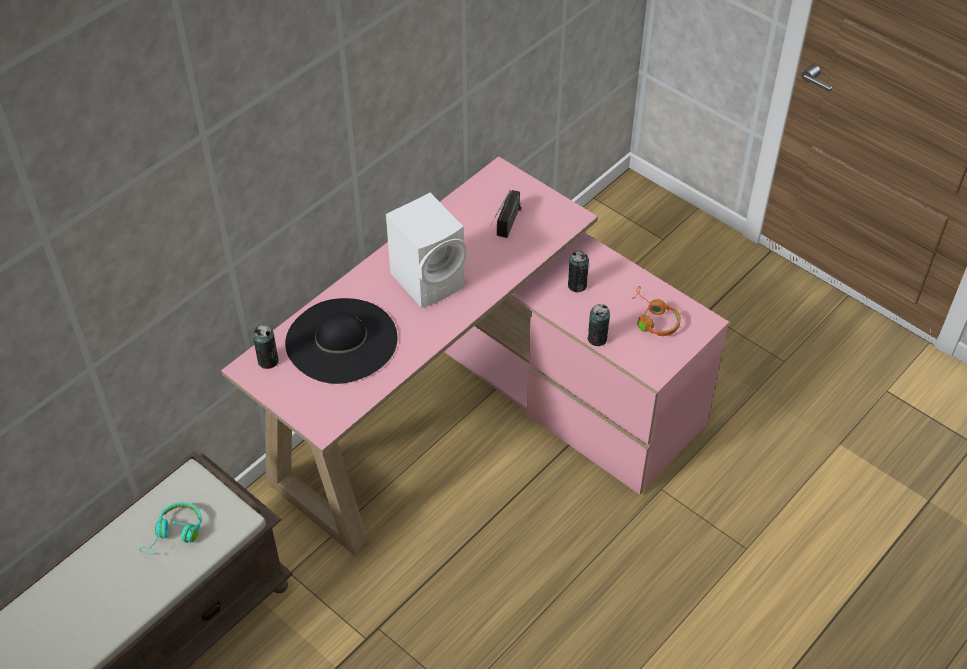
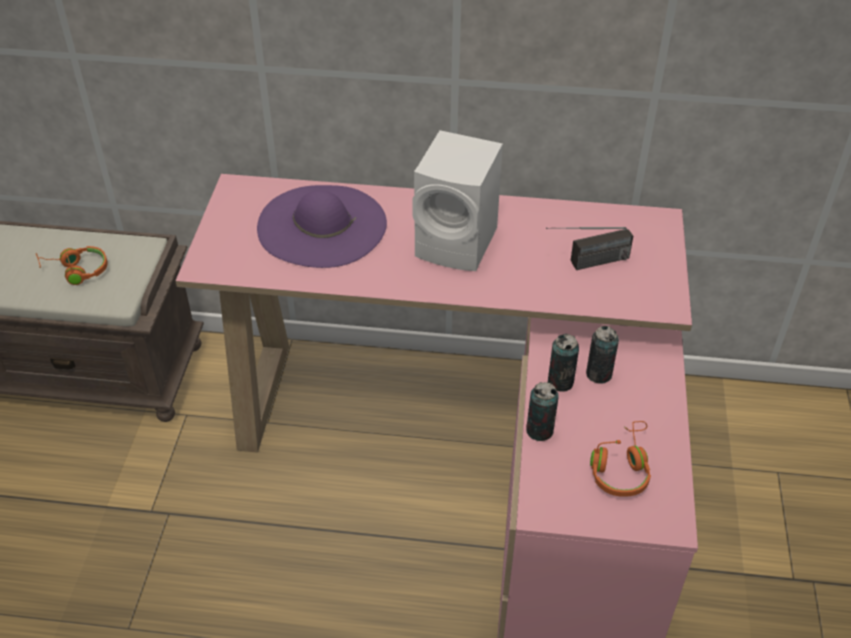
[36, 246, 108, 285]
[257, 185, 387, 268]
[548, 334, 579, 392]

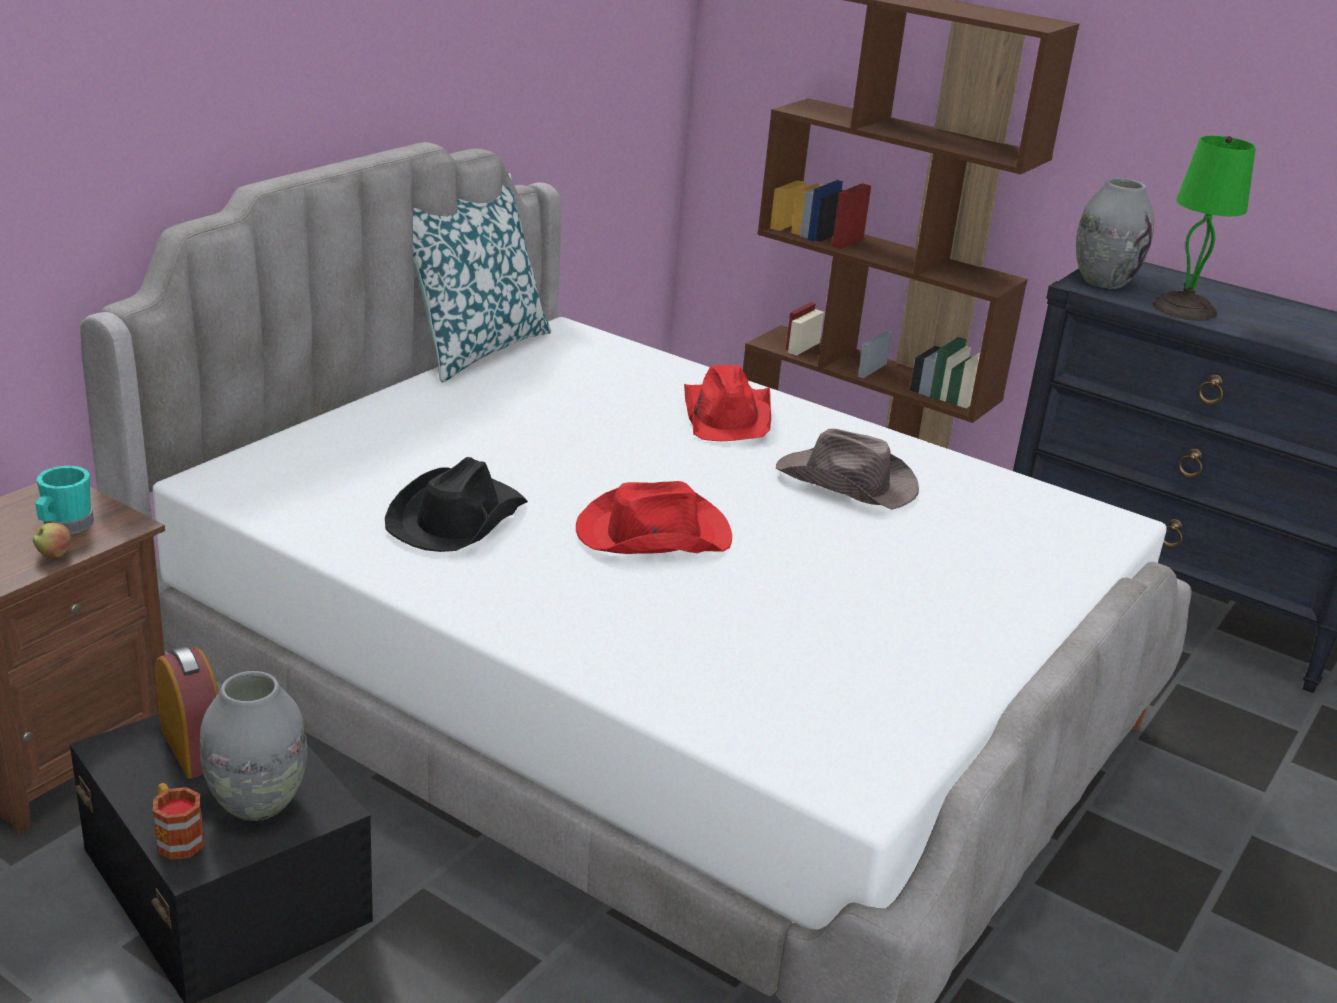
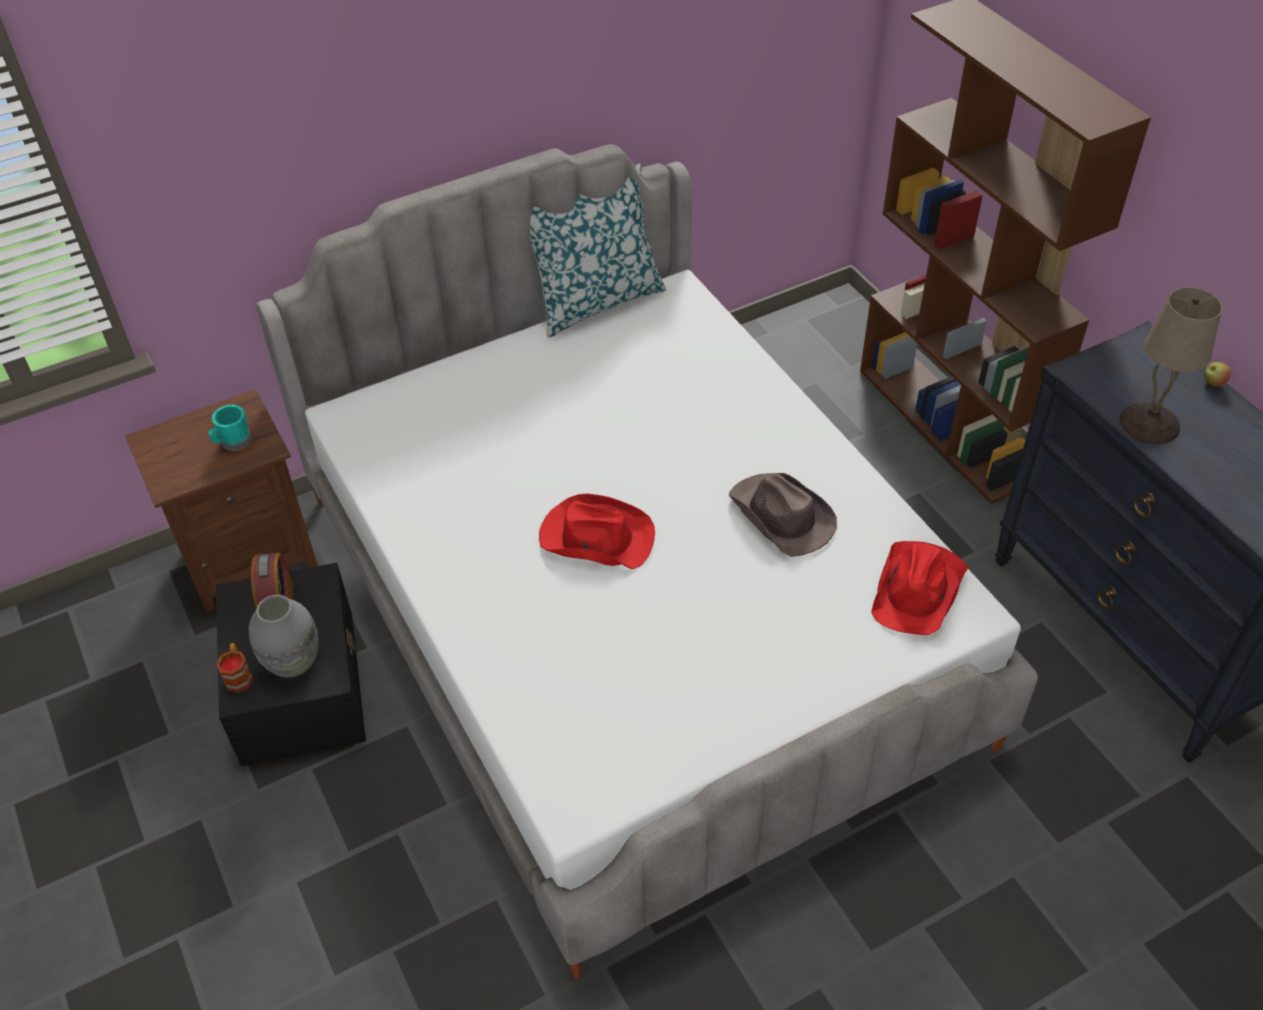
[871, 541, 968, 635]
[1120, 287, 1222, 445]
[1204, 362, 1231, 387]
[385, 457, 528, 552] (first image)
[1076, 178, 1155, 288] (first image)

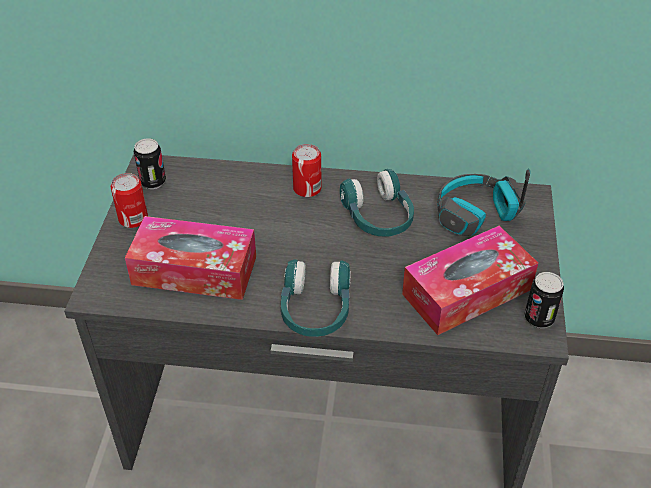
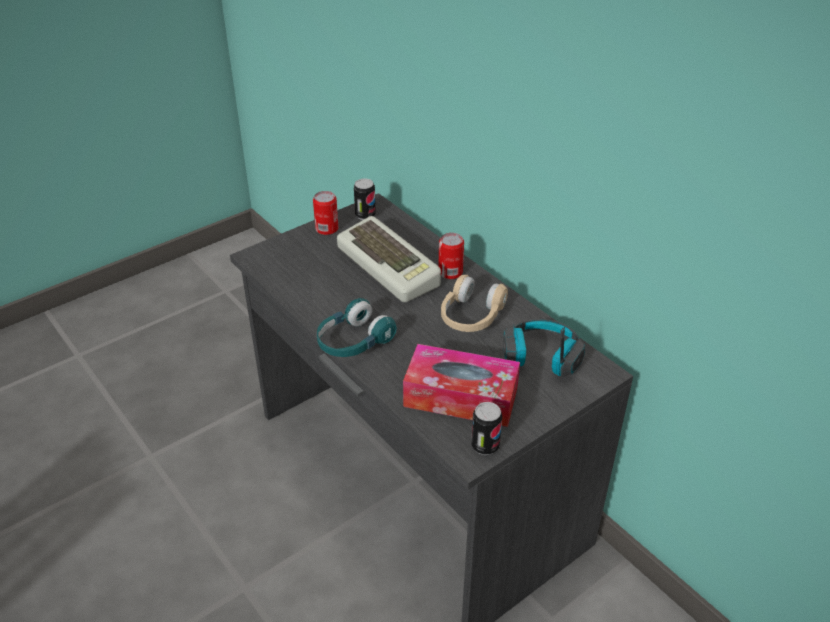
[337, 216, 441, 302]
[441, 275, 508, 332]
[125, 216, 256, 300] (first image)

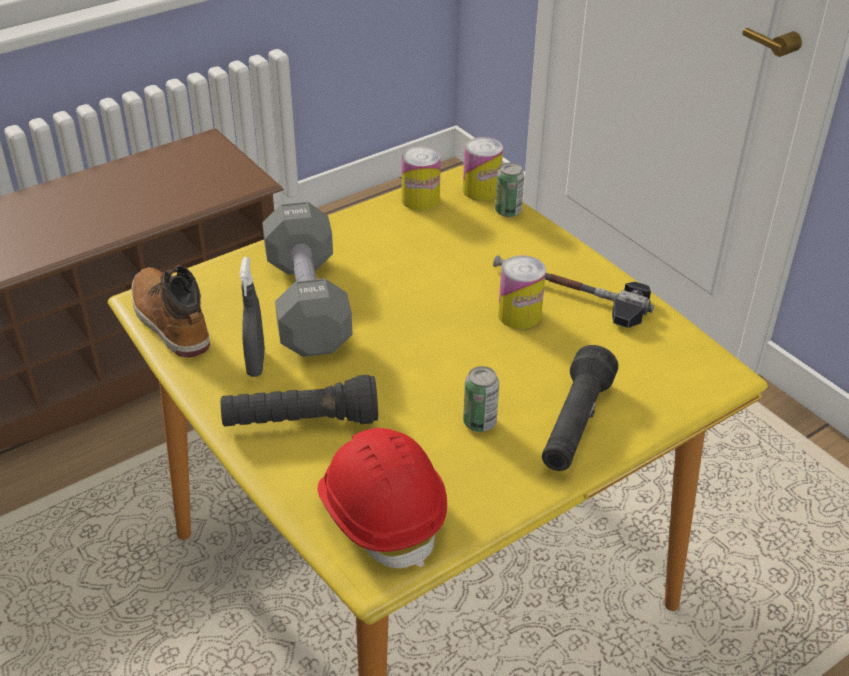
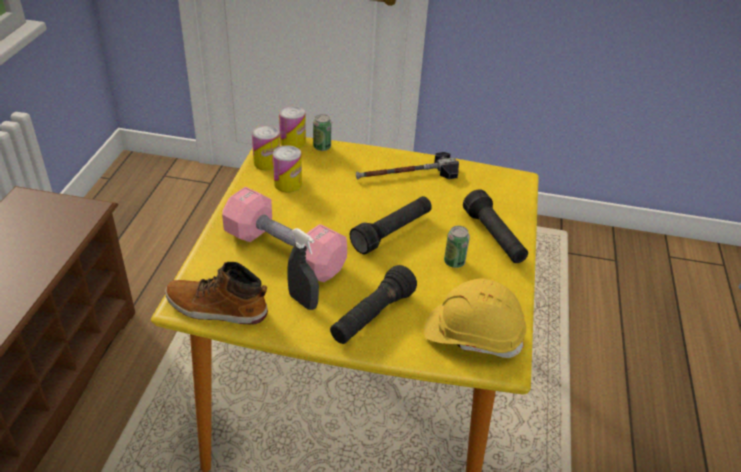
[222, 187, 347, 282]
[273, 145, 302, 192]
[350, 196, 432, 254]
[424, 278, 526, 358]

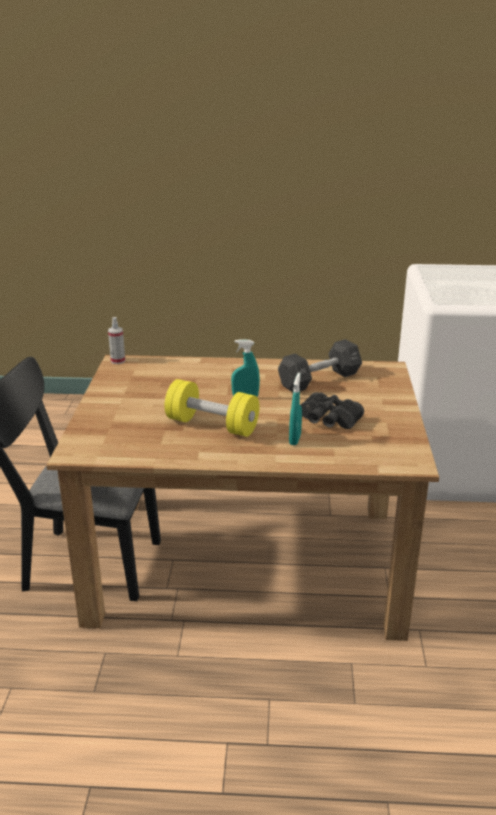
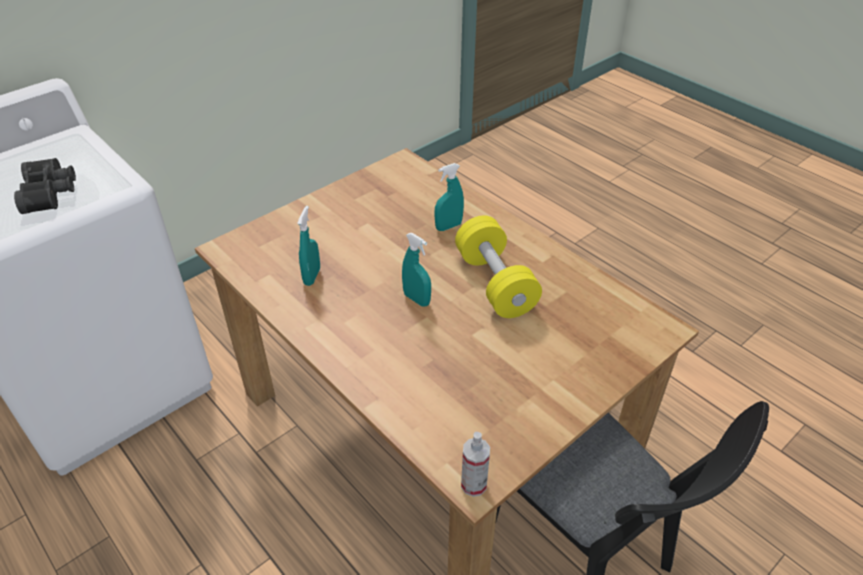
[14, 158, 76, 214]
[297, 206, 320, 286]

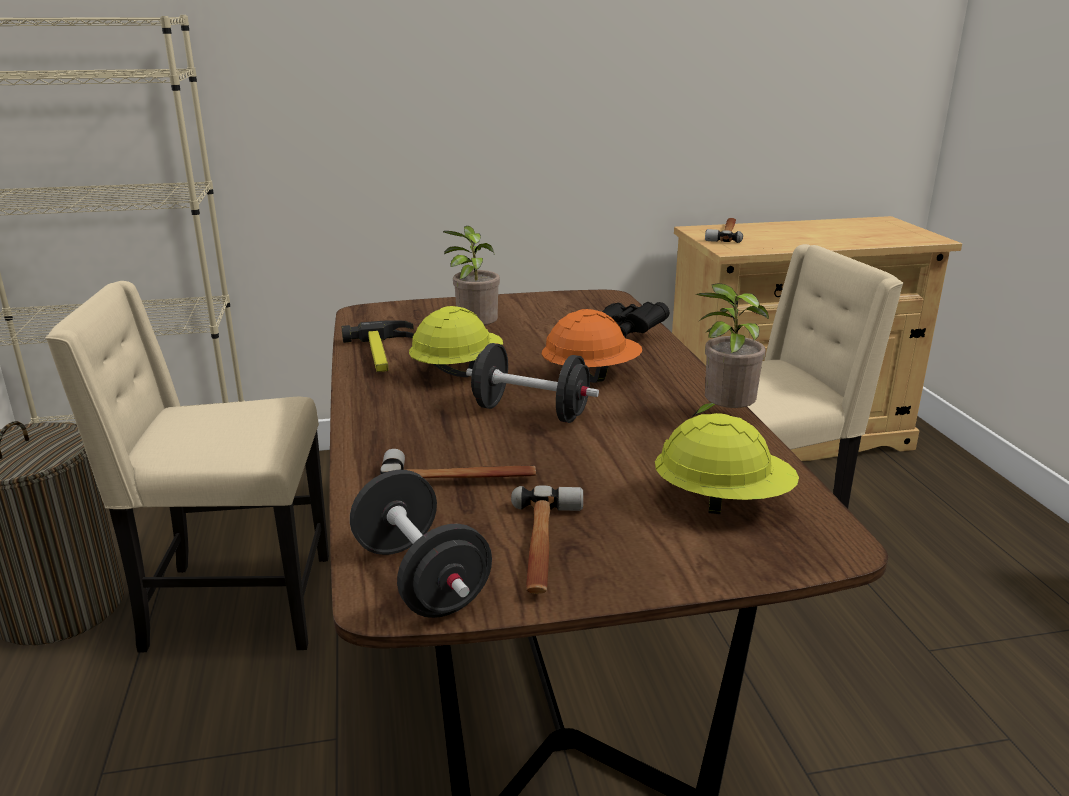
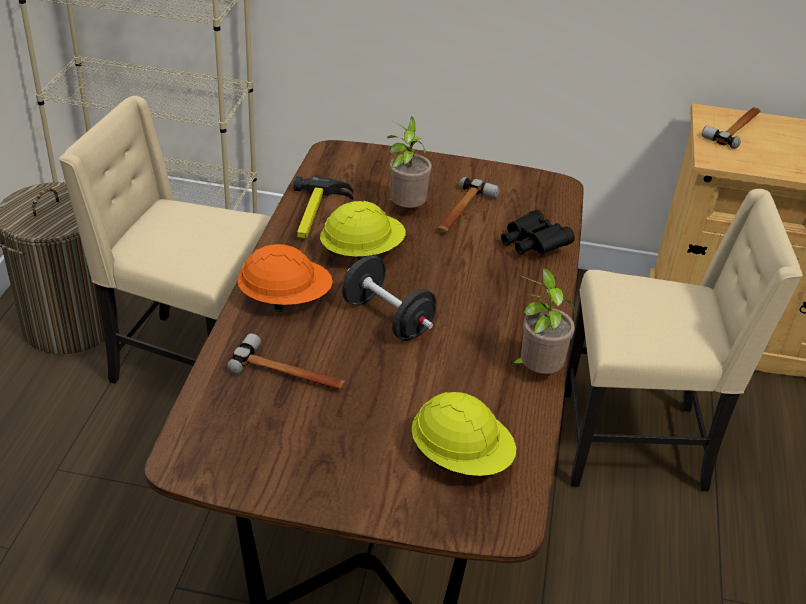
[237, 244, 333, 312]
[438, 177, 500, 232]
[350, 470, 492, 618] (first image)

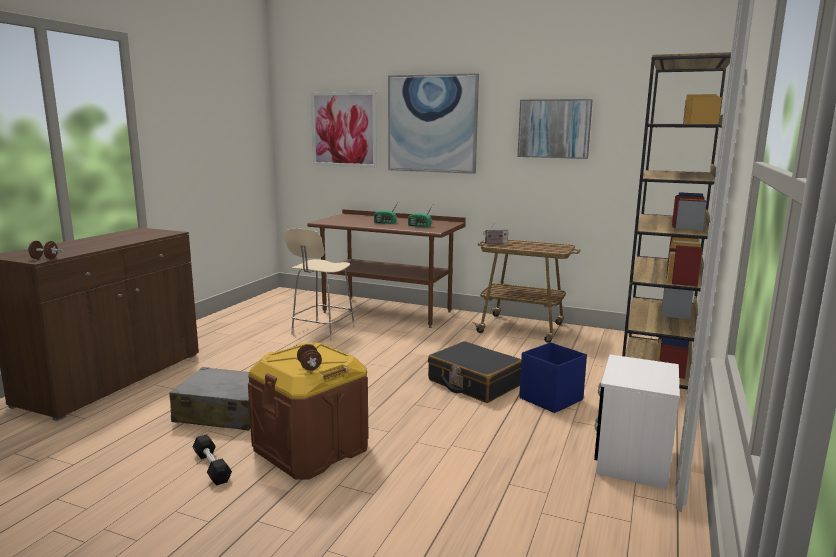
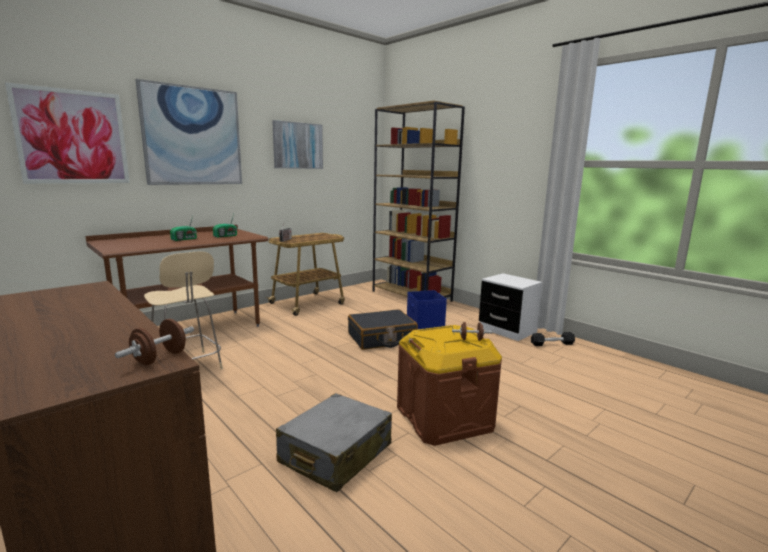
[531, 332, 575, 346]

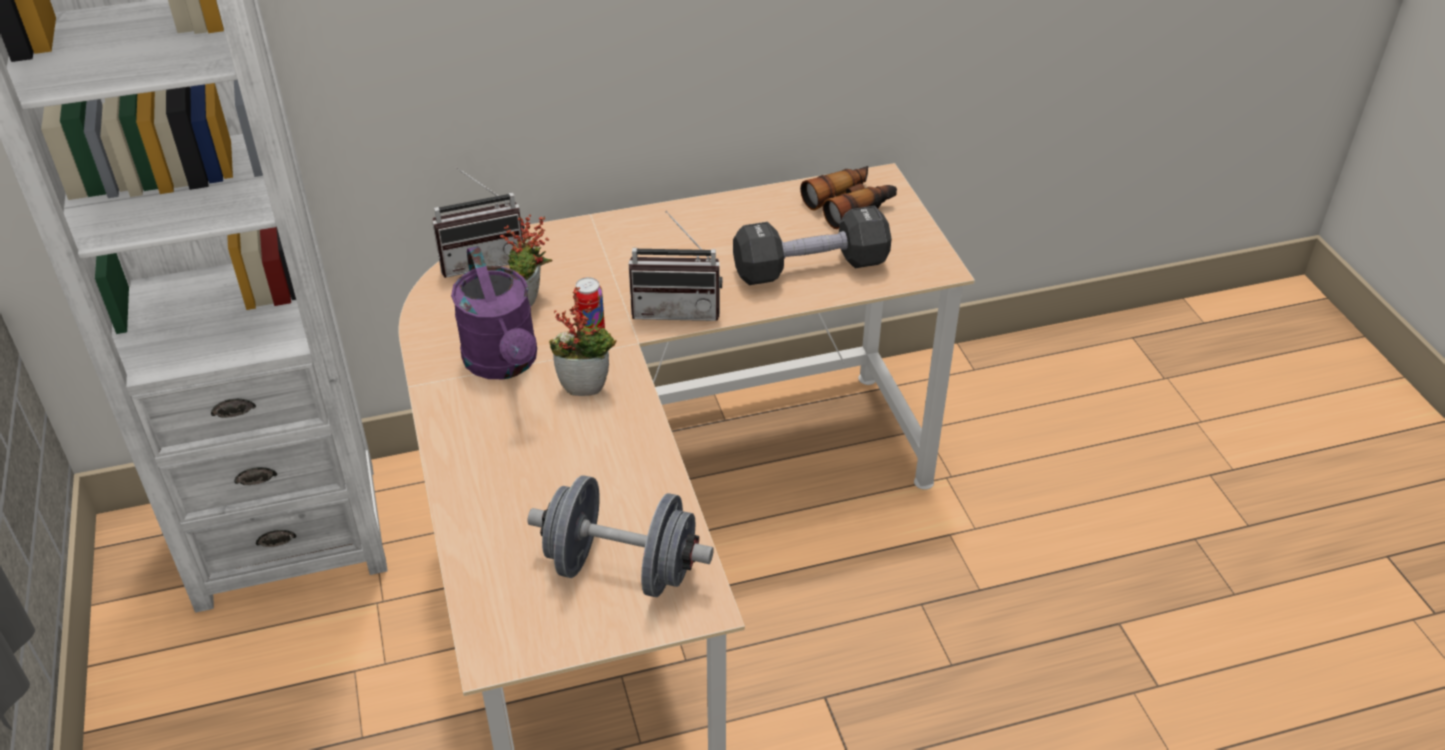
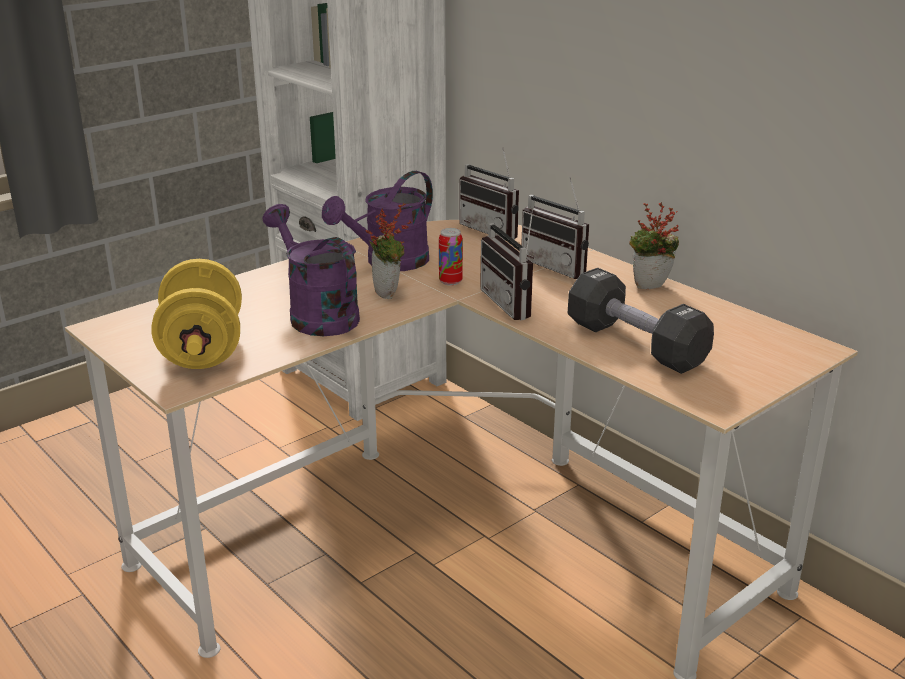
[151, 259, 242, 369]
[263, 204, 360, 336]
[521, 177, 589, 279]
[629, 202, 679, 289]
[800, 166, 897, 229] (first image)

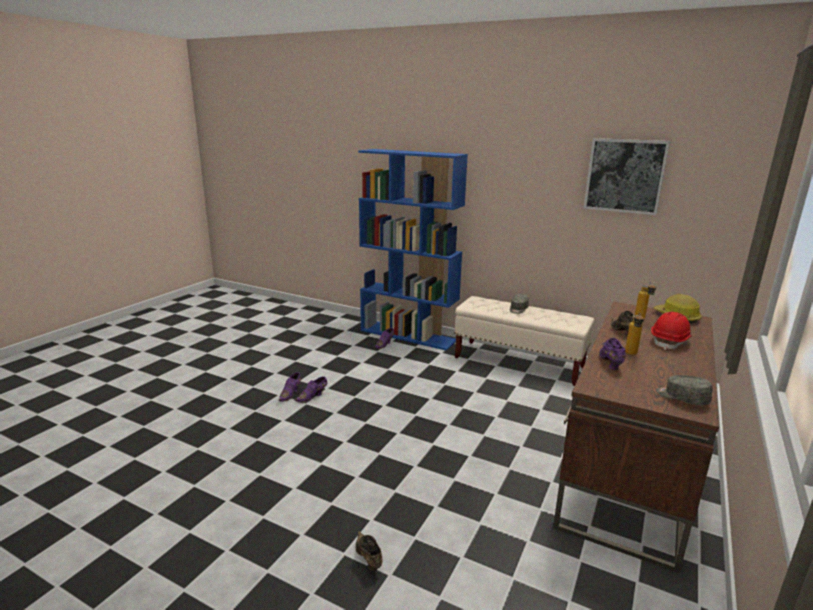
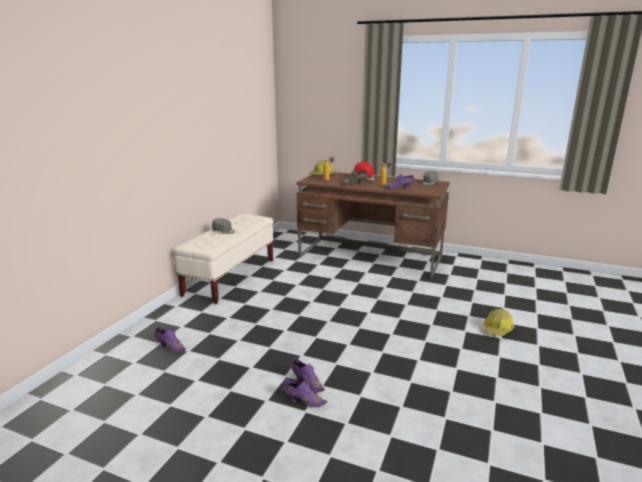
[484, 309, 514, 336]
[358, 149, 468, 351] (first image)
[584, 138, 670, 215] (first image)

